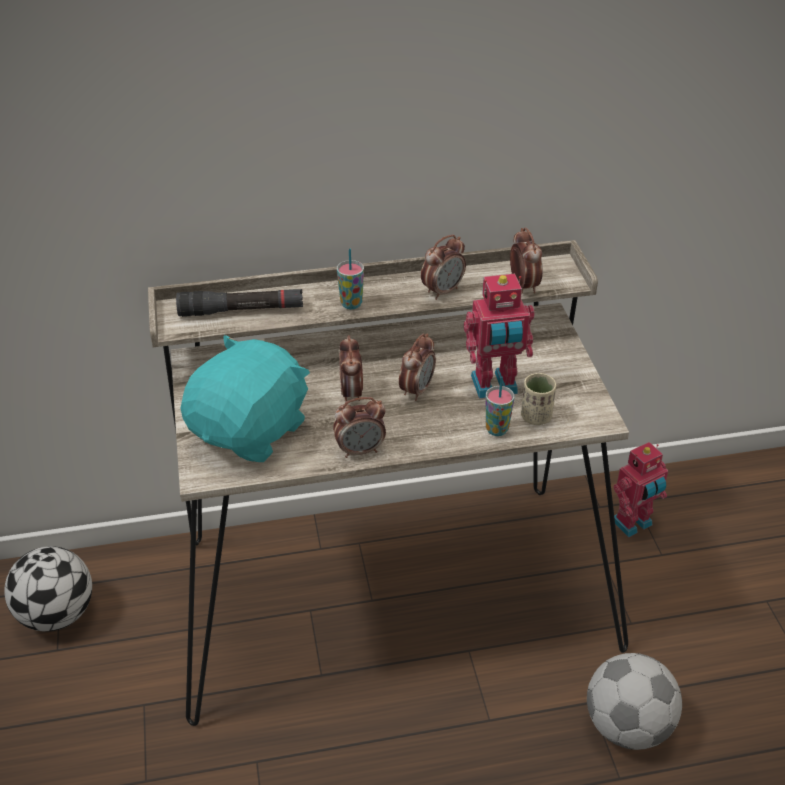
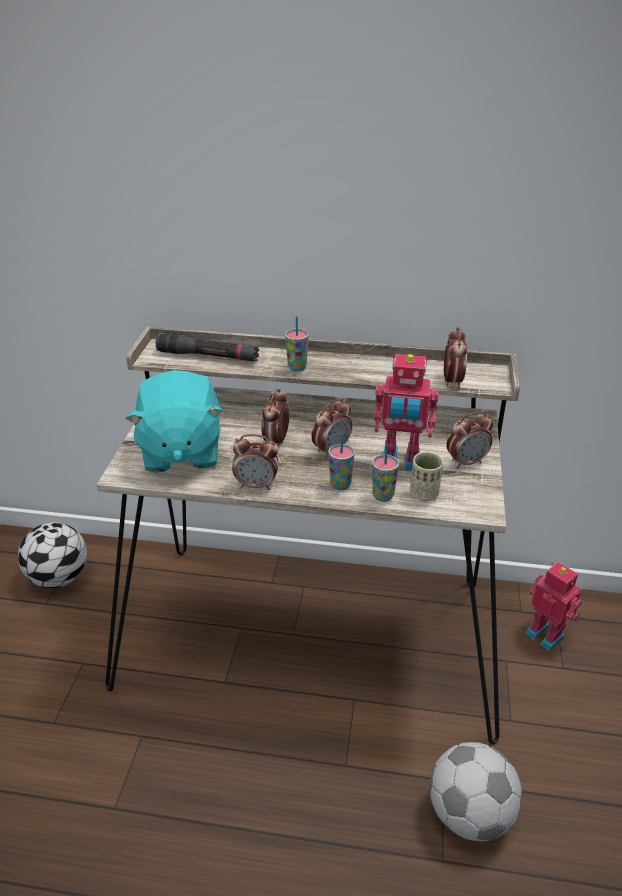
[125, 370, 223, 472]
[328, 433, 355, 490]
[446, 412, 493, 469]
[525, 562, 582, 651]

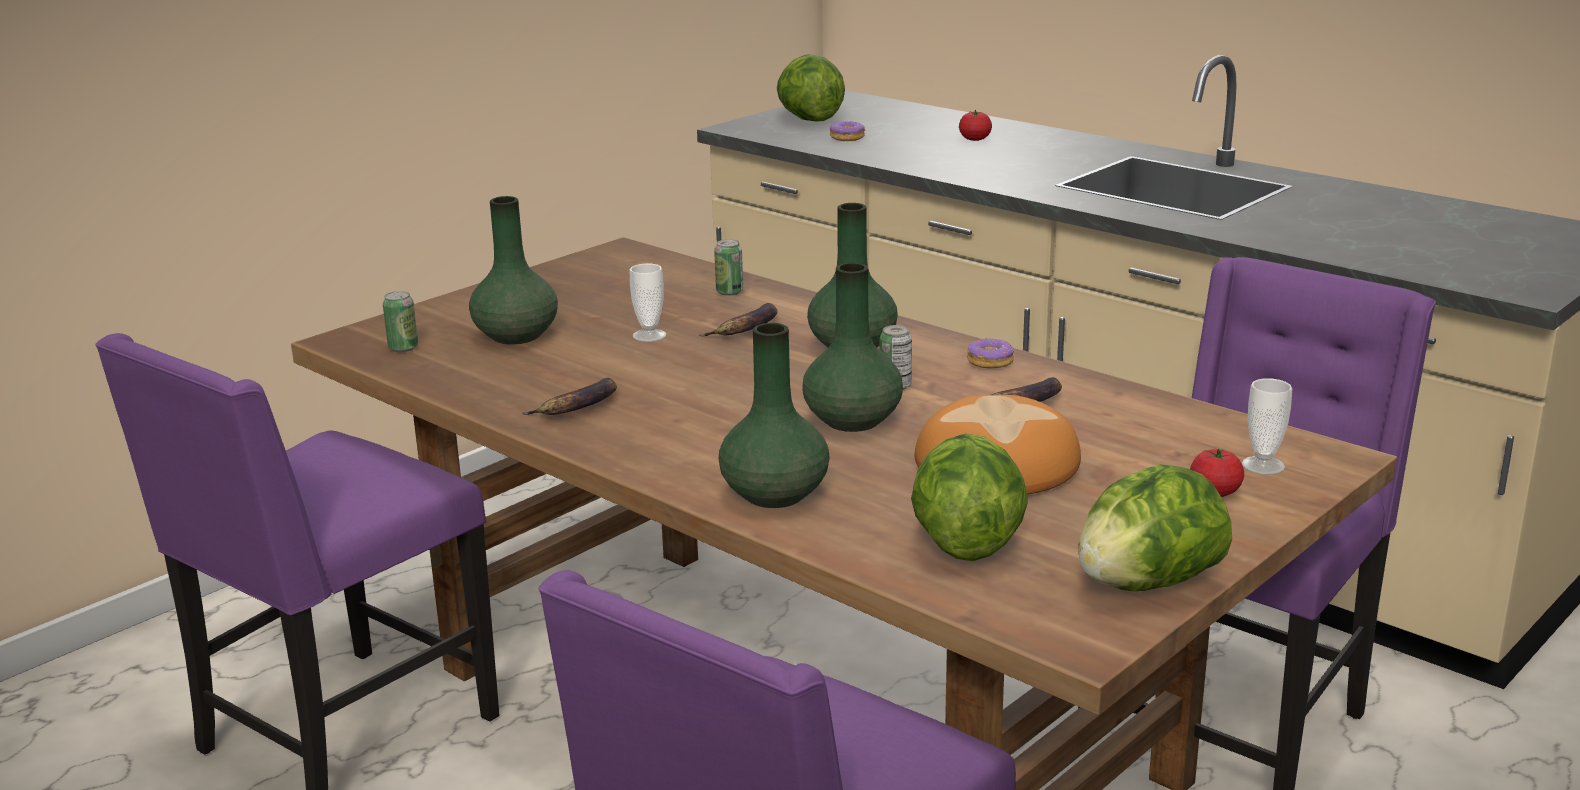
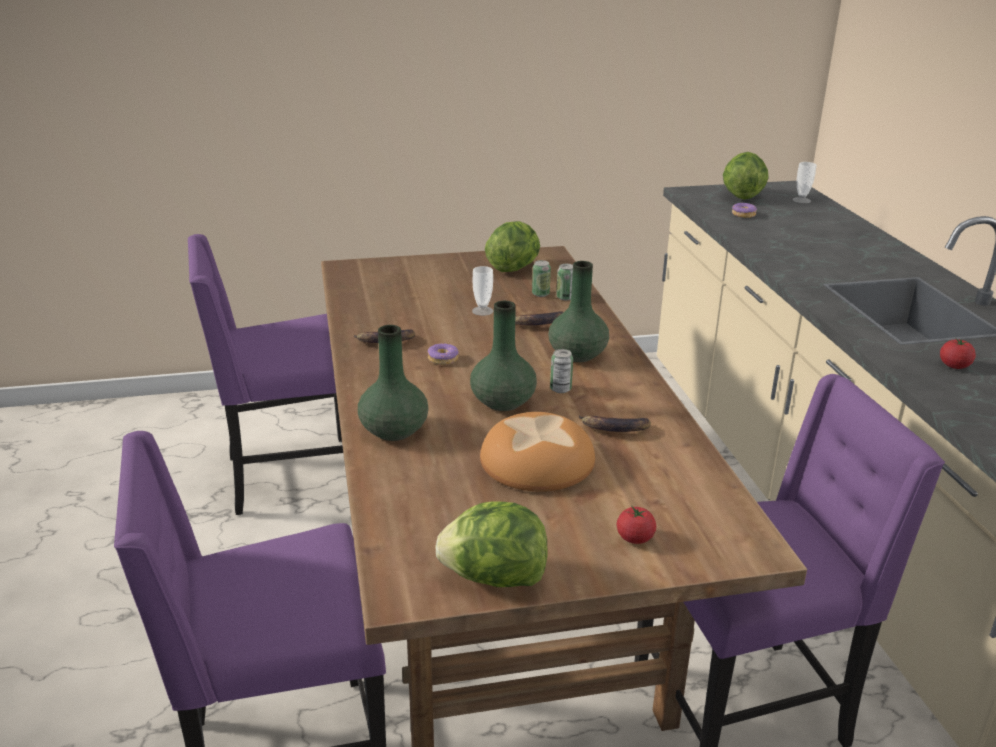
[428, 343, 459, 365]
[485, 221, 540, 272]
[532, 260, 551, 297]
[793, 162, 816, 203]
[940, 338, 976, 369]
[469, 196, 558, 345] (first image)

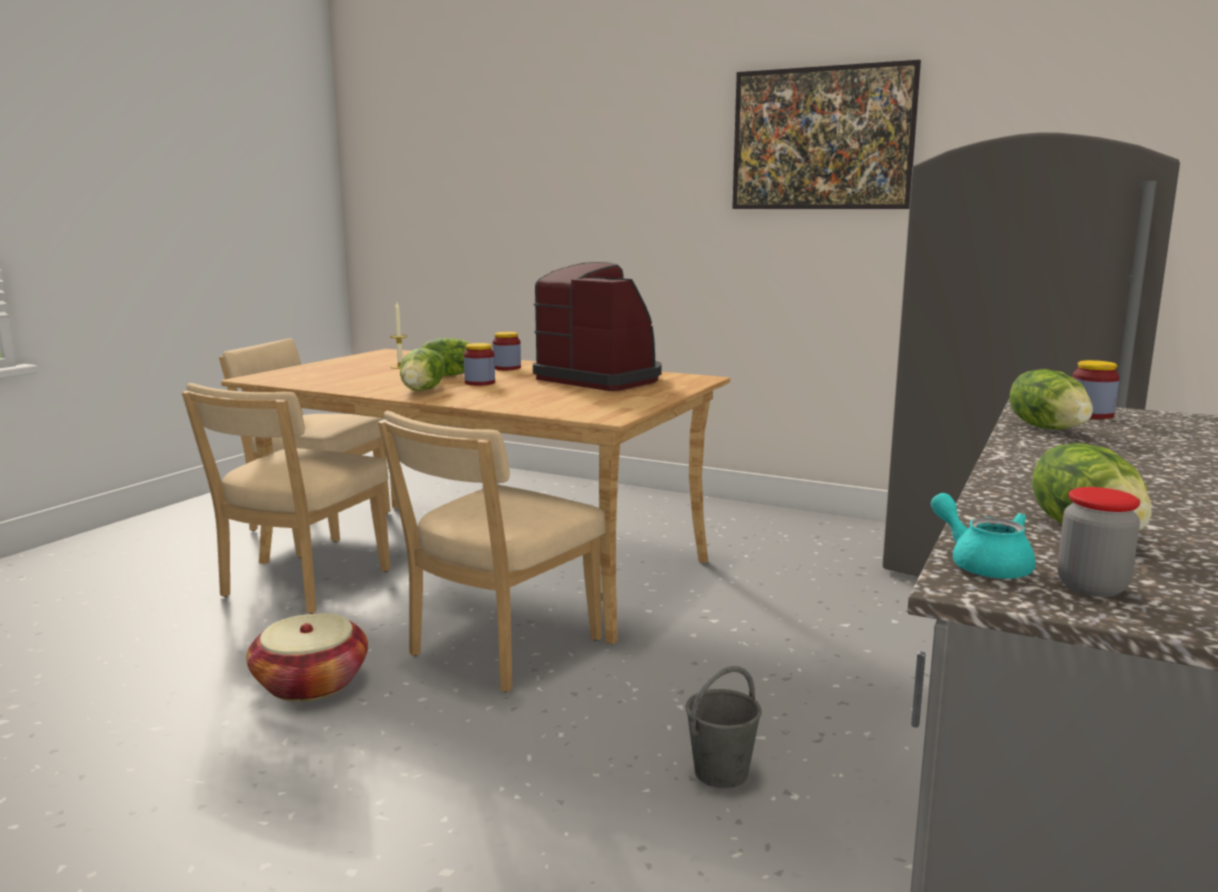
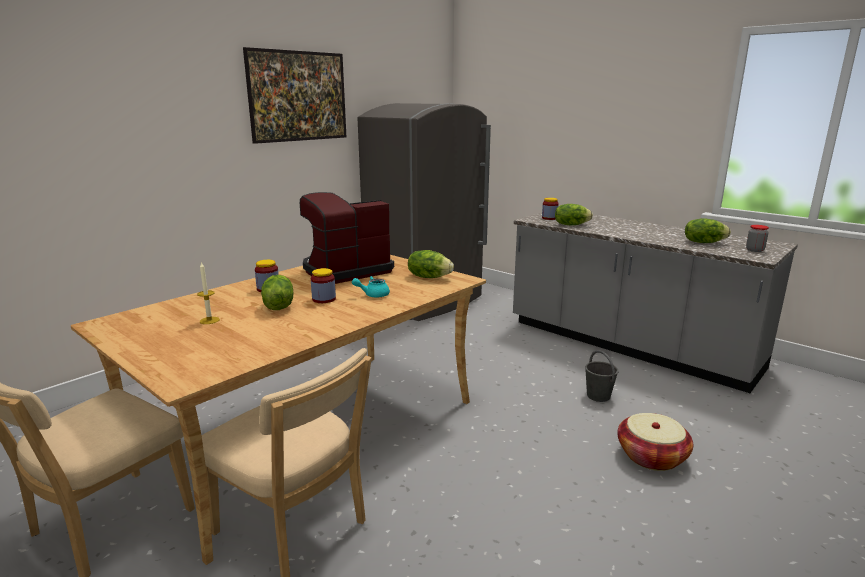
[352, 276, 390, 298]
[408, 250, 454, 278]
[617, 413, 693, 471]
[378, 411, 606, 692] (first image)

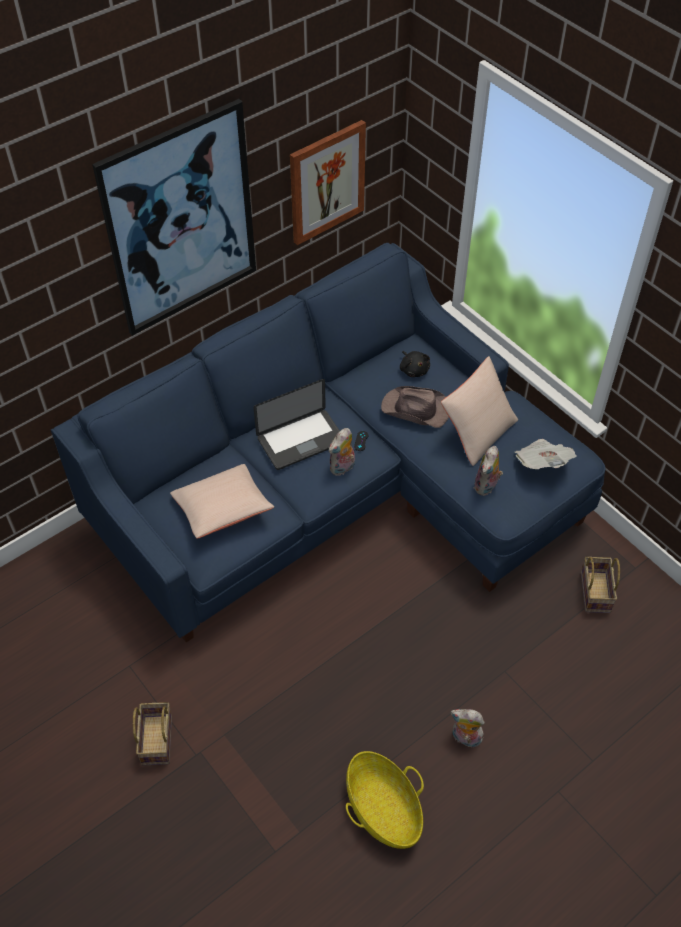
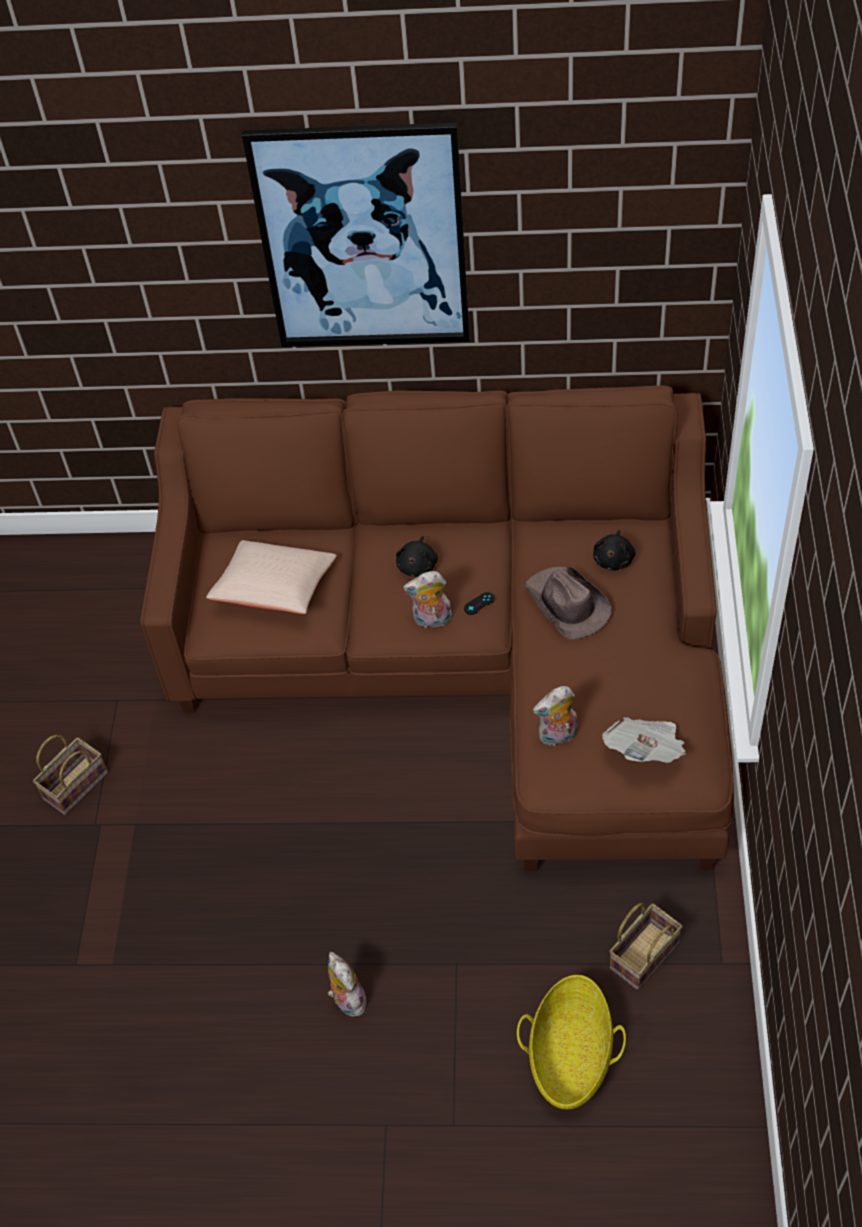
[140, 385, 734, 871]
[396, 536, 438, 577]
[517, 975, 626, 1109]
[290, 120, 366, 245] (first image)
[441, 356, 518, 466] (first image)

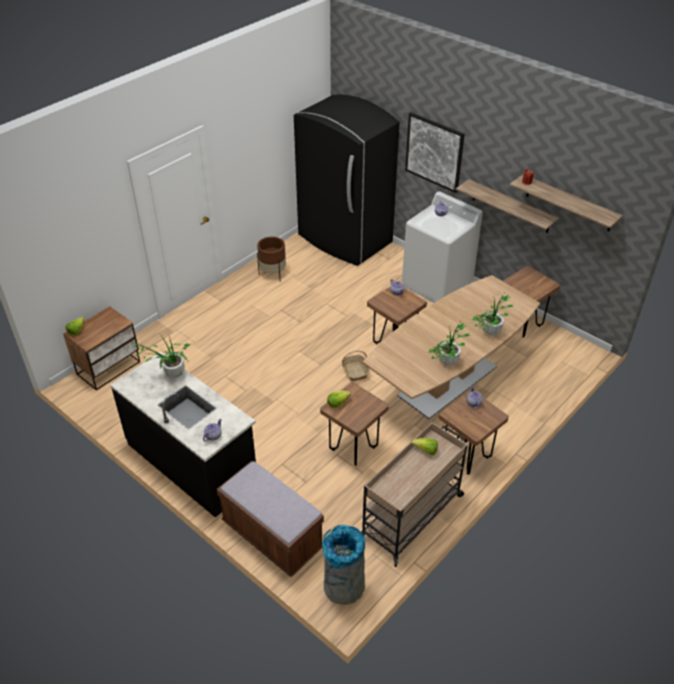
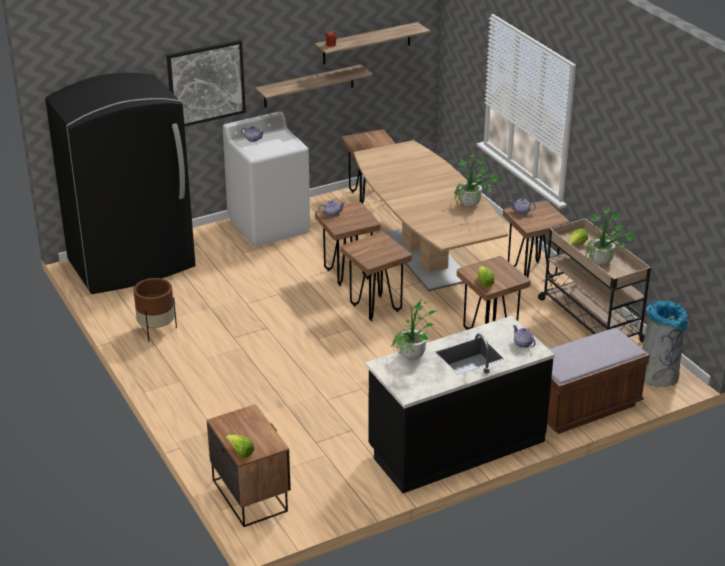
[341, 232, 412, 321]
[585, 204, 636, 265]

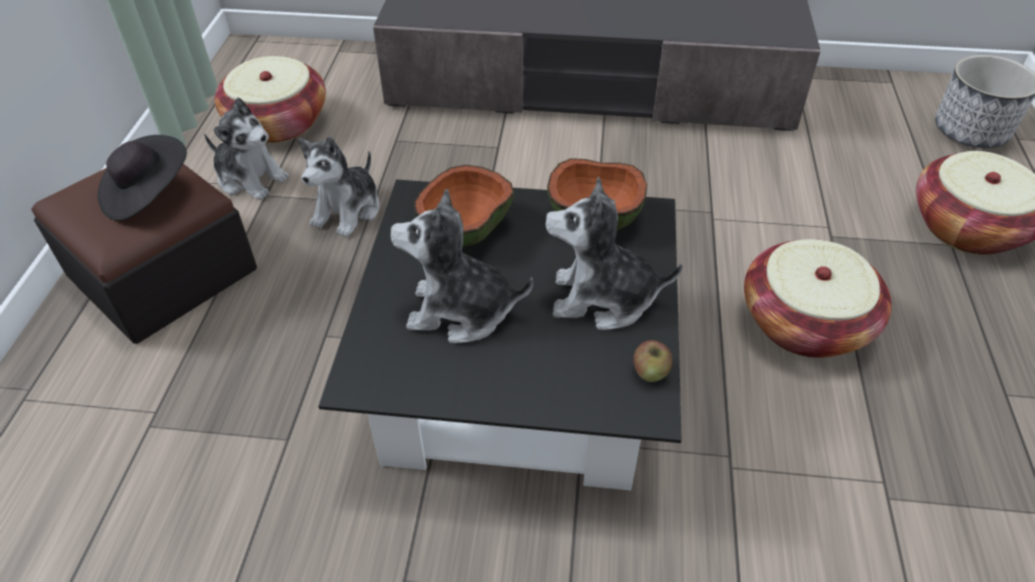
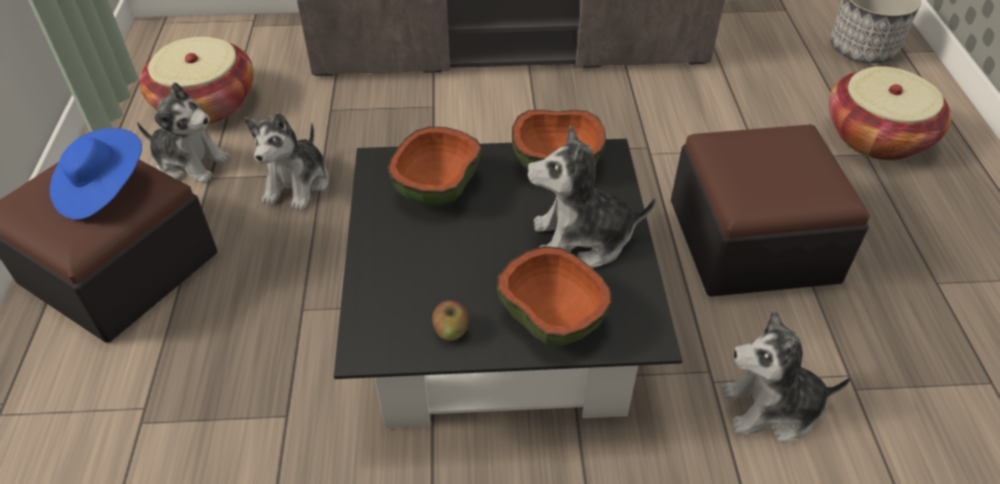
[50, 128, 142, 220]
[432, 300, 469, 341]
[497, 246, 612, 346]
[671, 124, 870, 297]
[722, 310, 851, 443]

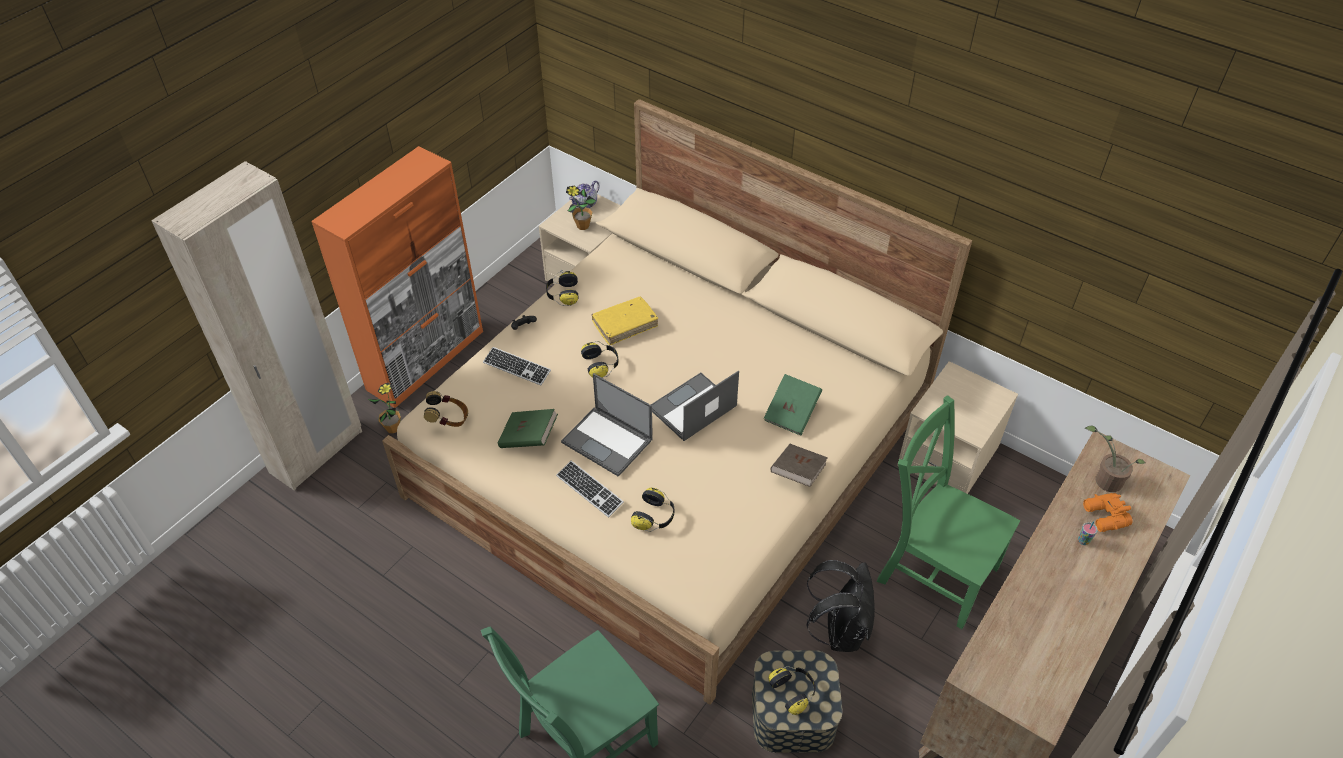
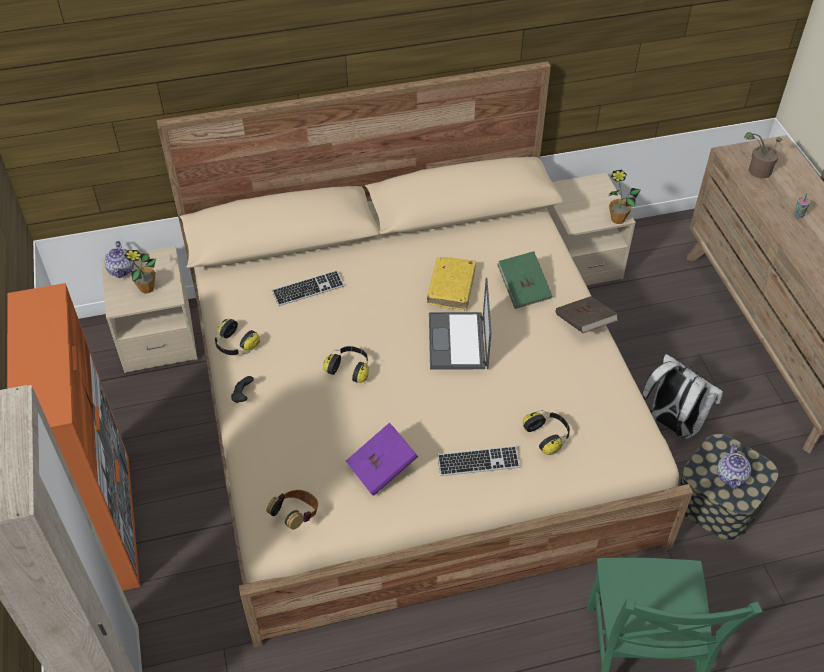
[272, 270, 344, 306]
[346, 423, 418, 496]
[427, 257, 476, 310]
[608, 170, 641, 224]
[643, 354, 723, 439]
[717, 444, 751, 489]
[561, 373, 653, 477] (first image)
[877, 395, 1020, 629] (first image)
[1083, 493, 1132, 532] (first image)

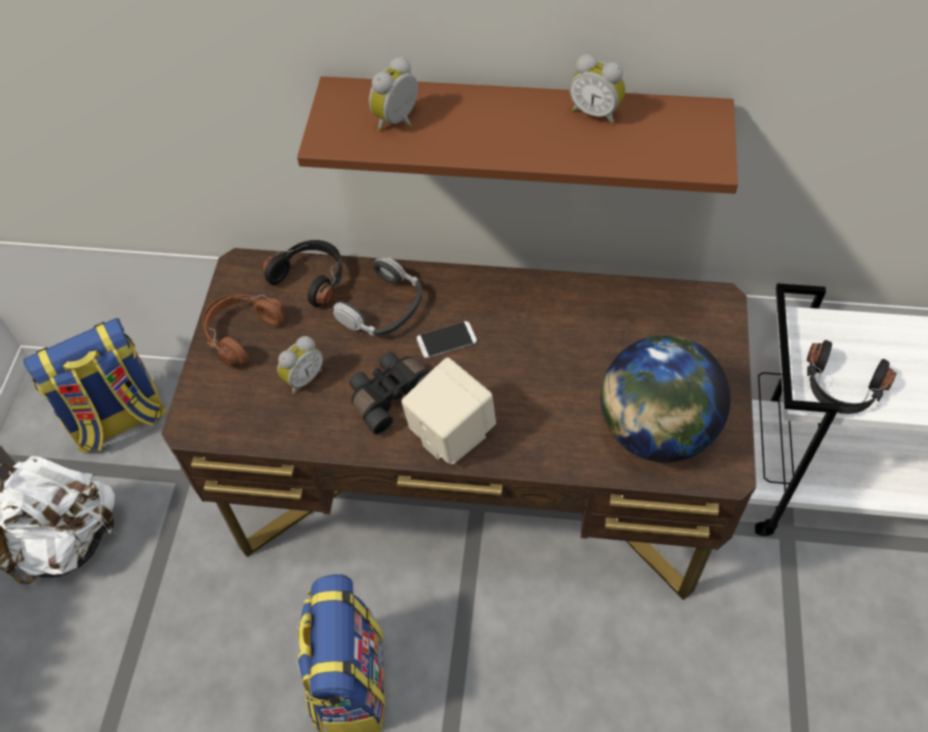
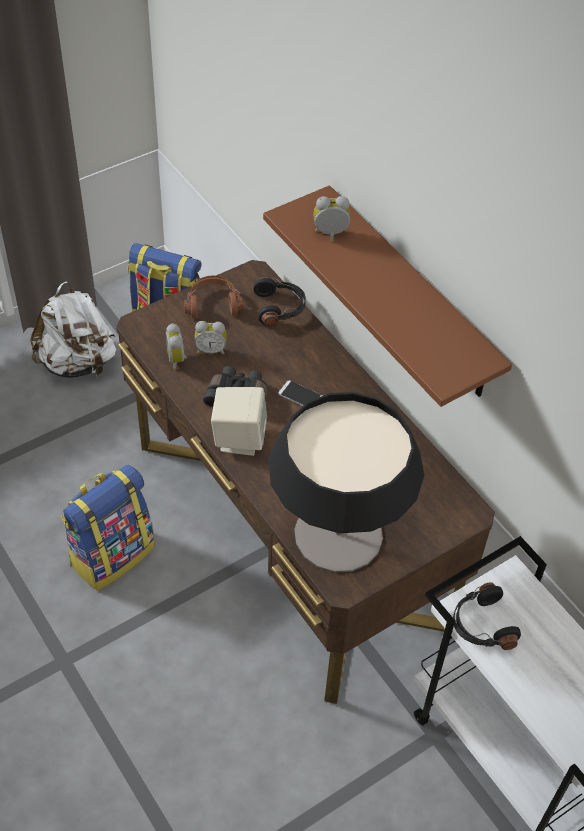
[166, 323, 187, 370]
[269, 392, 424, 573]
[333, 258, 422, 336] (first image)

